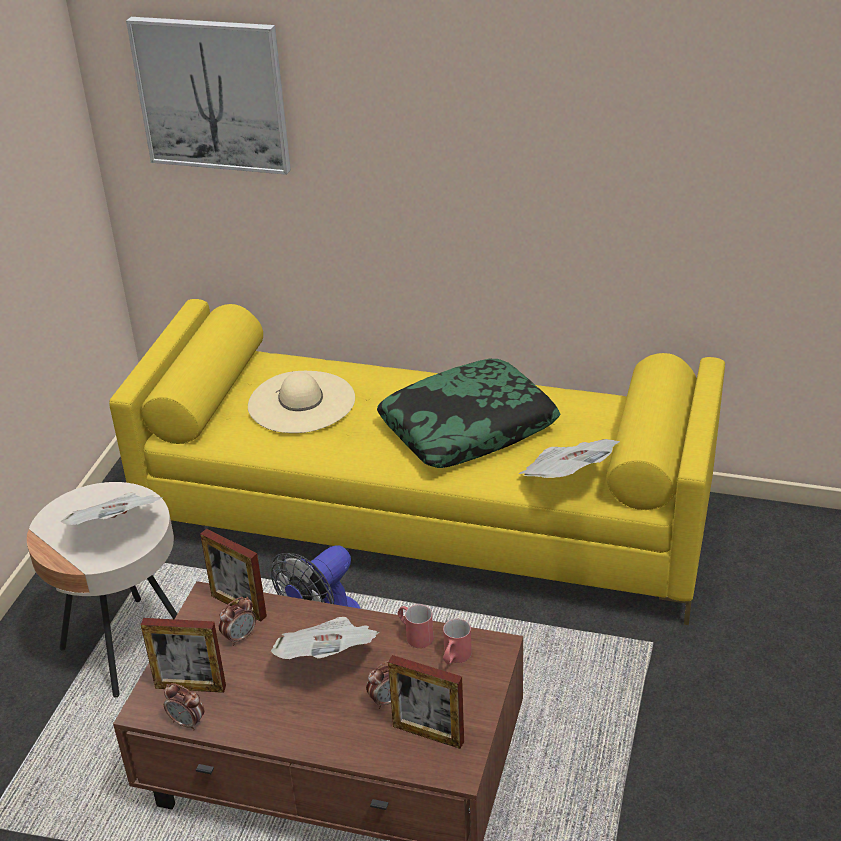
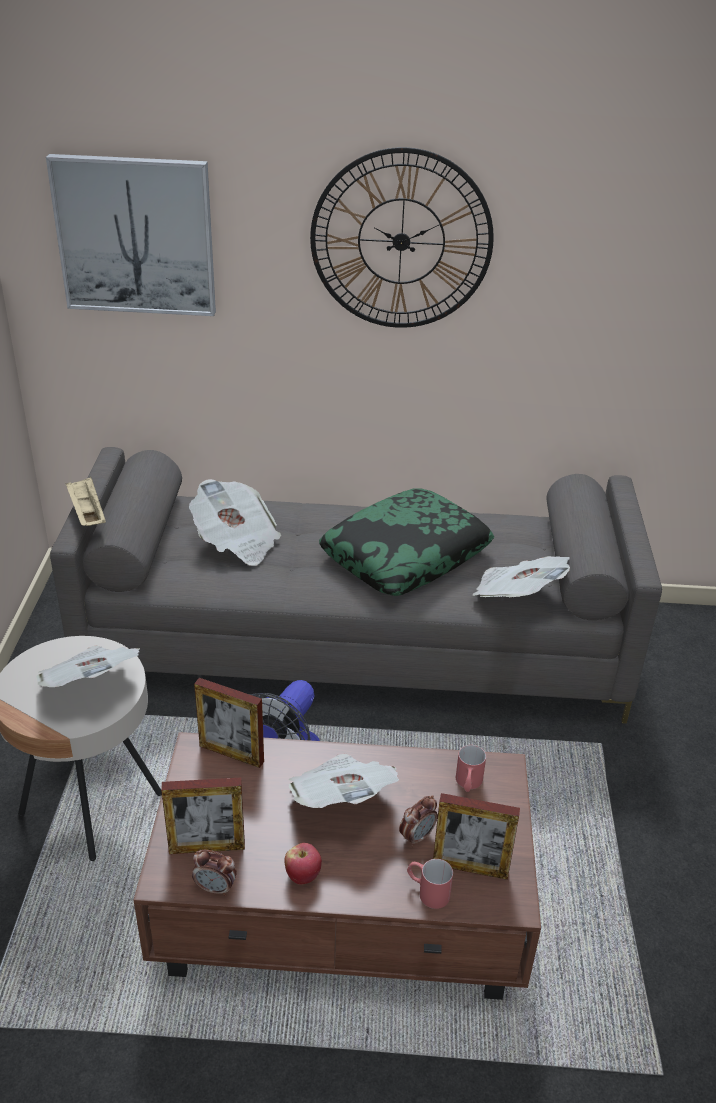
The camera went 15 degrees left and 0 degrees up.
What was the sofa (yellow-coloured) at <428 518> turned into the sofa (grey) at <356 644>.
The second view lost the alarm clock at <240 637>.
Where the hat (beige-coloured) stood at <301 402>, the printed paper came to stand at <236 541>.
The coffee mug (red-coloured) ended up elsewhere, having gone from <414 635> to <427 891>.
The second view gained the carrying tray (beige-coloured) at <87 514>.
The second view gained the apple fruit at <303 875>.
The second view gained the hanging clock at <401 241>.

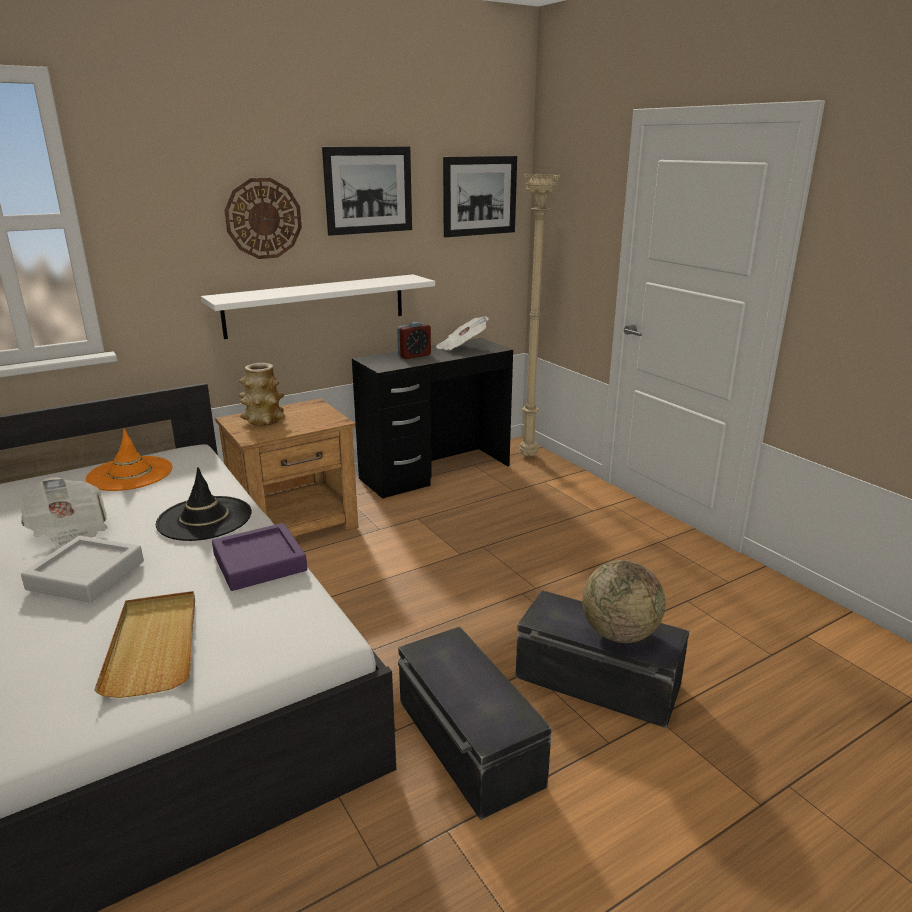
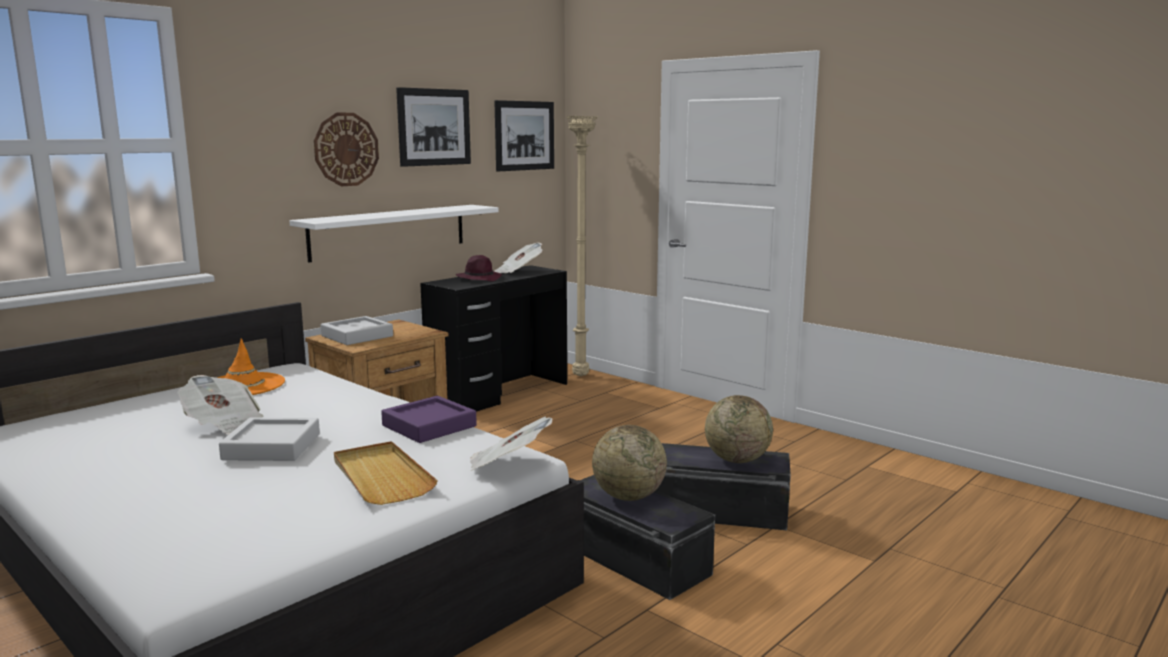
The camera went 15 degrees left and 10 degrees down.
The second view lost the hat (blackish) at <204 519>.
Where the flower vase stood at <263 421>, the carrying tray (grey) came to stand at <357 336>.
Where the alarm clock stood at <414 355>, the hat (purple) came to stand at <479 278>.
The second view gained the printed paper at <508 465>.
The second view gained the world globe at <628 496>.

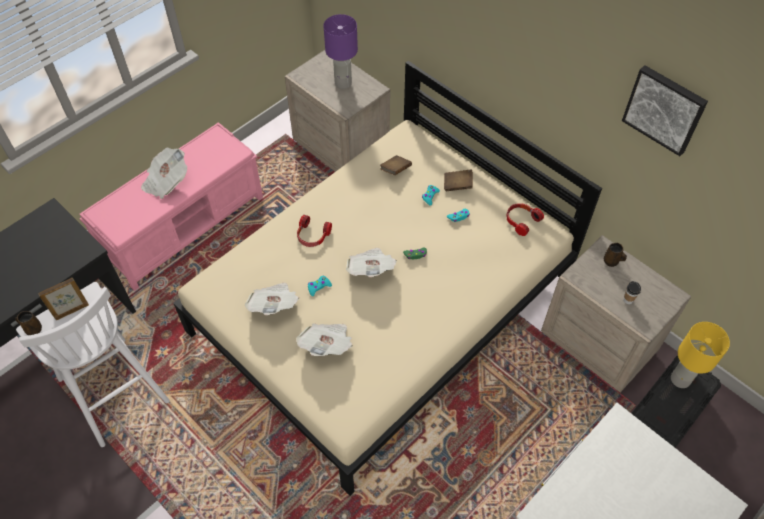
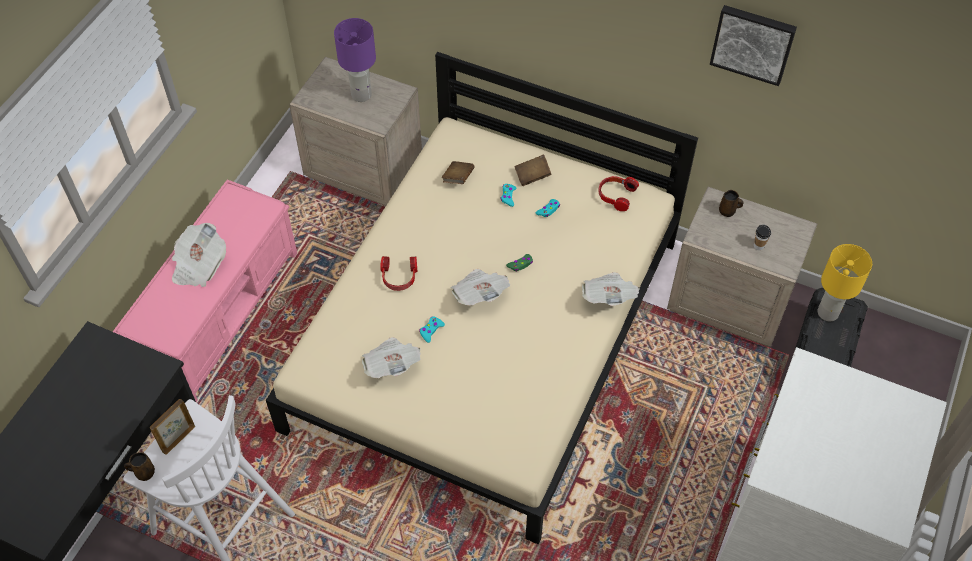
The camera went 20 degrees left and 0 degrees up.
The printed paper ended up elsewhere, having gone from <327 345> to <608 297>.

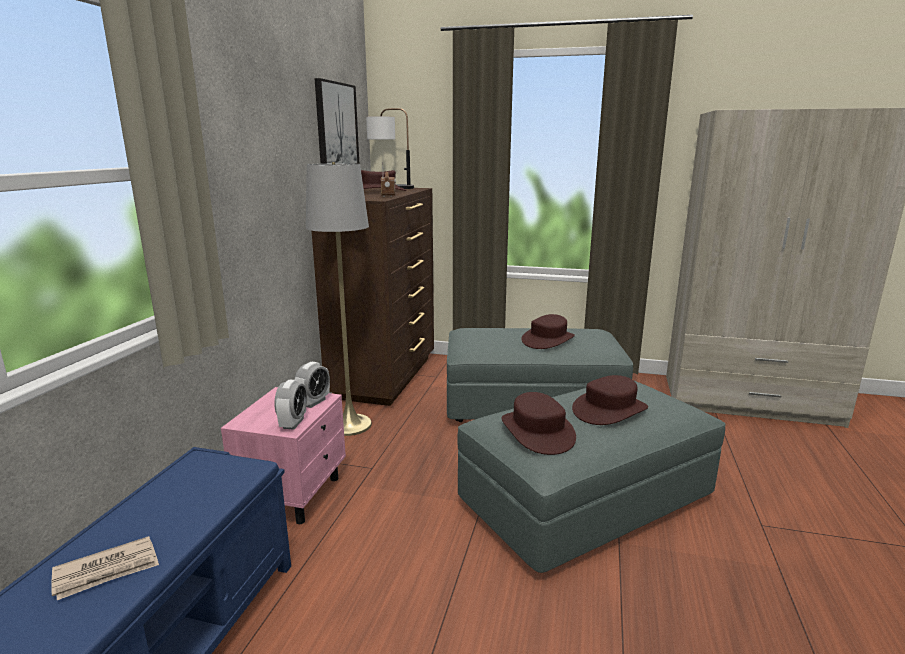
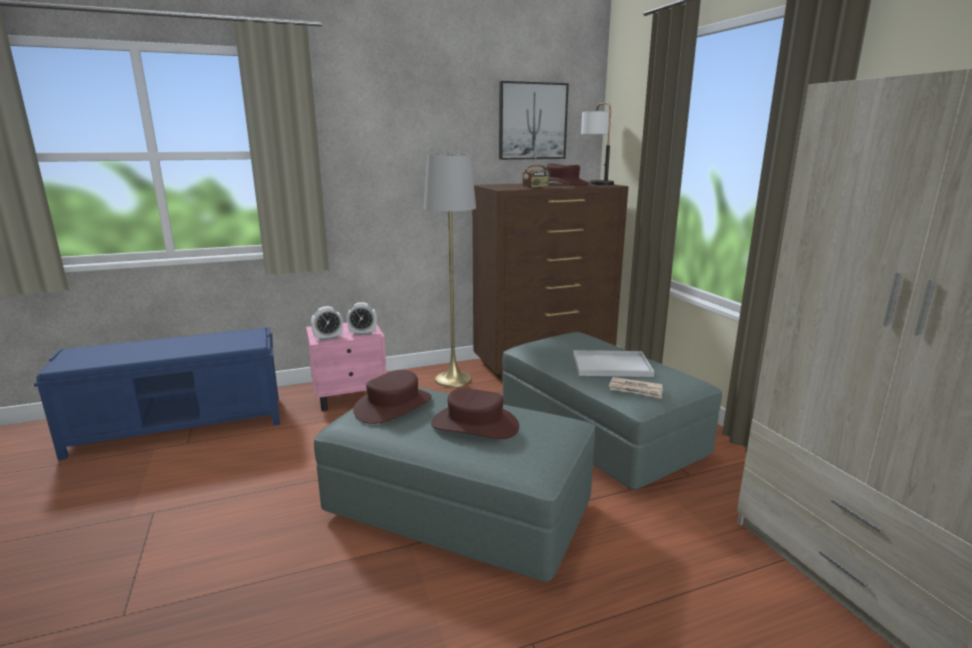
The camera went 55 degrees right and 0 degrees up.
The printed paper ended up elsewhere, having gone from <107 571> to <636 390>.
Where the hat (brown) stood at <548 340>, the carrying tray (white) came to stand at <610 365>.

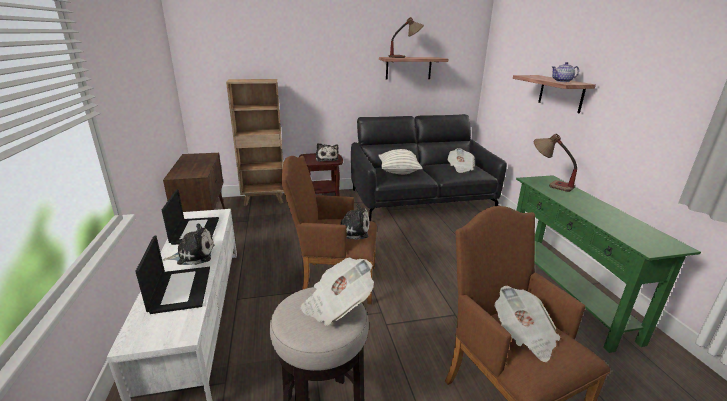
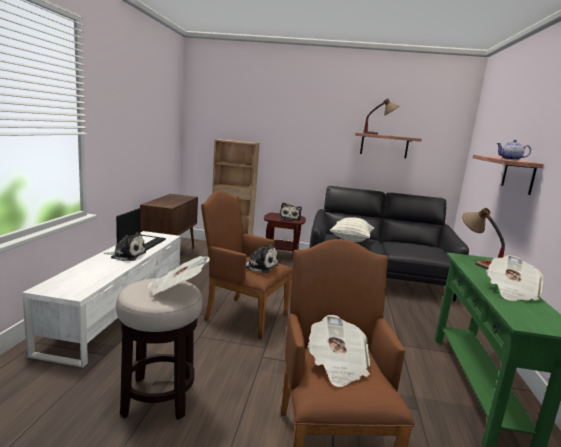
The camera went 20 degrees right and 10 degrees down.
The second view lost the notebook computer at <180 289>.
The printed paper ended up elsewhere, having gone from <460 168> to <511 292>.

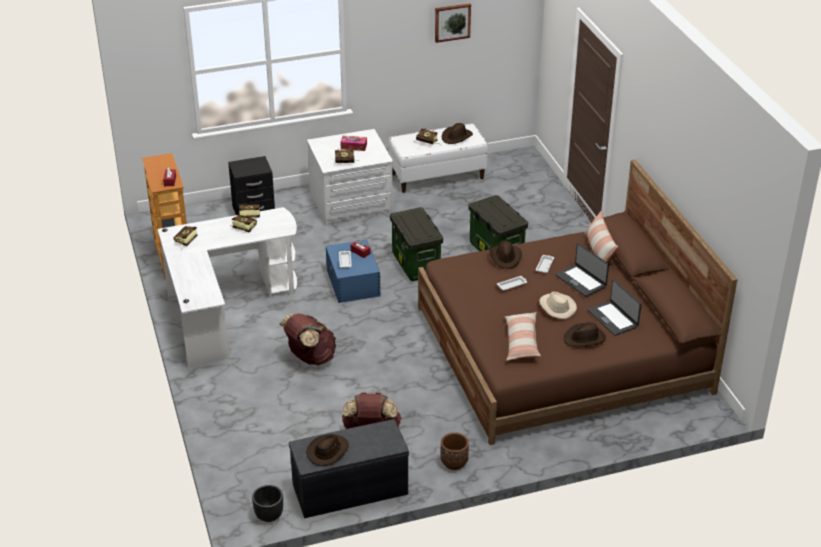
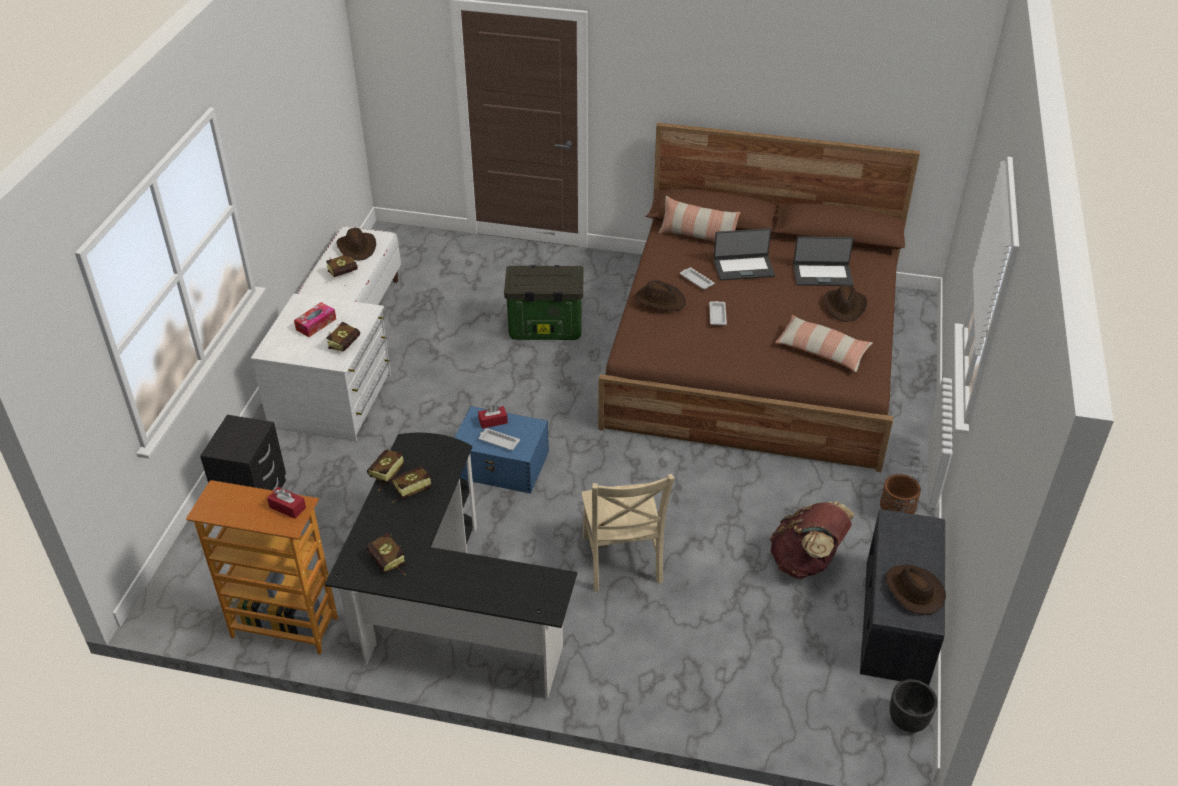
The camera went 60 degrees left and 5 degrees up.
What was the desk (white) at <222 307> turned into the desk (blackish) at <443 611>.
Where the backpack (brown) stood at <310 357>, the upright chair (beige-coloured) came to stand at <621 562>.
The second view lost the storage container at <416 265>.
The second view lost the wall picture at <452 22>.
The second view lost the hat (beige-coloured) at <557 307>.

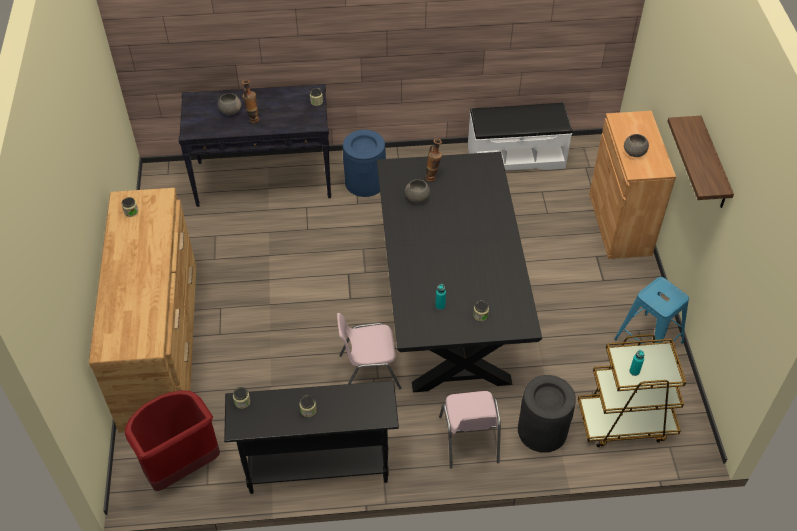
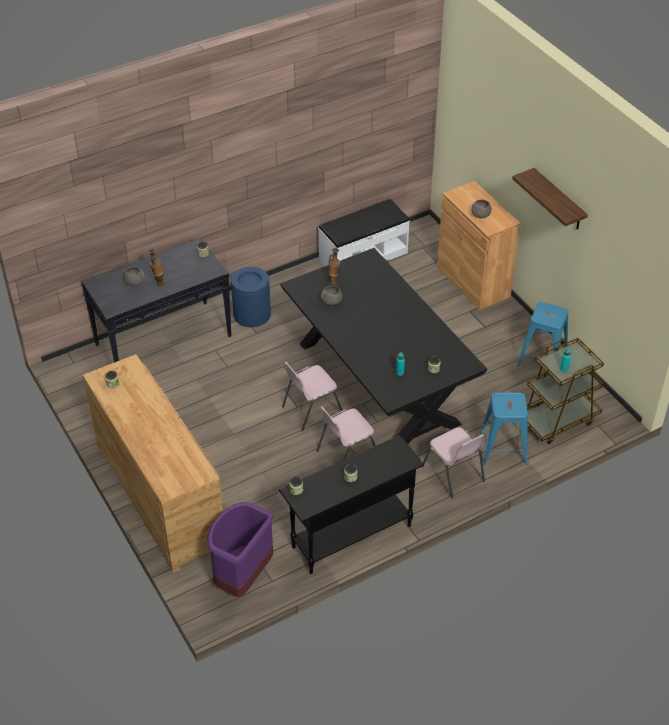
The camera went 25 degrees left and 5 degrees down.
What was the rubbish bin (red-coloured) at <181 466> turned into the rubbish bin (purple) at <242 576>.
Where the rubbish bin (blackish) stood at <542 431>, the stool seat (blue) came to stand at <503 448>.
The second view gained the upright chair (pinkish) at <311 409>.

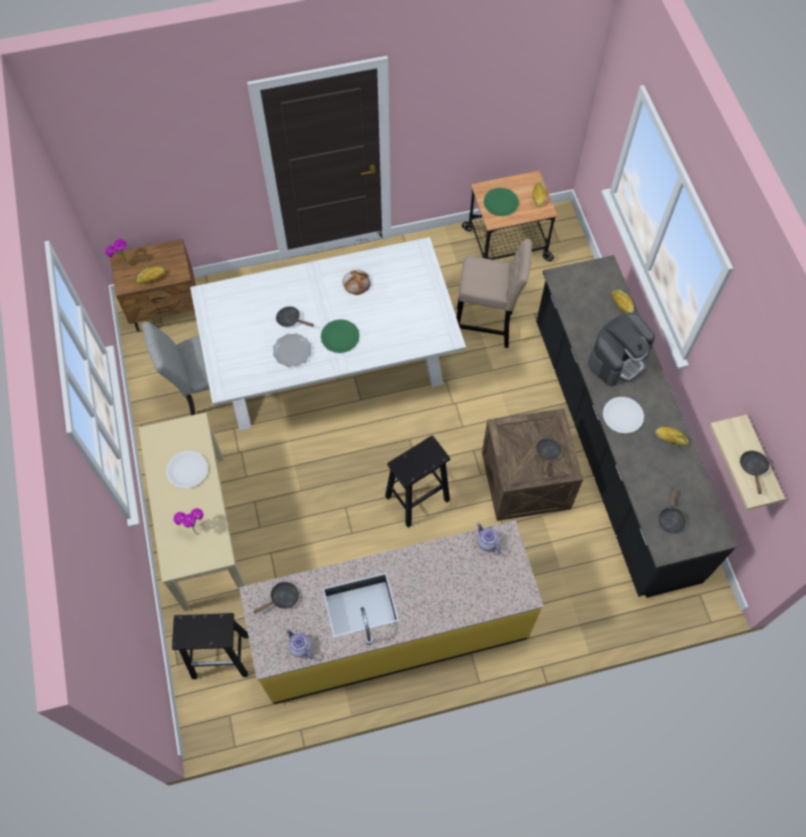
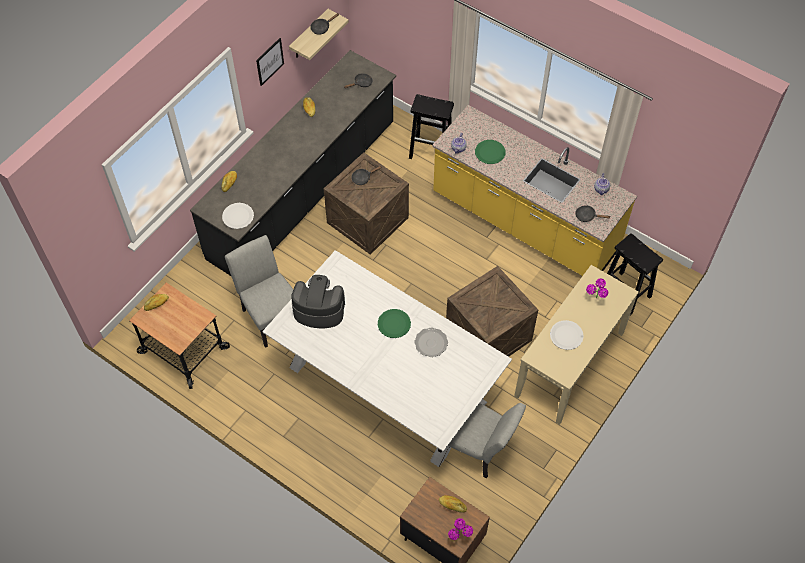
The camera went 130 degrees left and 5 degrees down.
The second view lost the skillet (blackish) at <291 320>.
The second view lost the bread at <356 283>.
The stool seat (blackish) ended up elsewhere, having gone from <416 499> to <431 151>.
Where the stool seat (beige-coloured) stood at <486 327>, the upright chair (grey) came to stand at <270 314>.
The dinner plate (green-coloured) ended up elsewhere, having gone from <501 203> to <490 152>.
The coffee machine ended up elsewhere, having gone from <618 359> to <318 310>.
The dinner plate (white) ended up elsewhere, having gone from <623 415> to <238 216>.
The second view gained the wall picture at <270 61>.
The second view gained the packing crate at <488 333>.

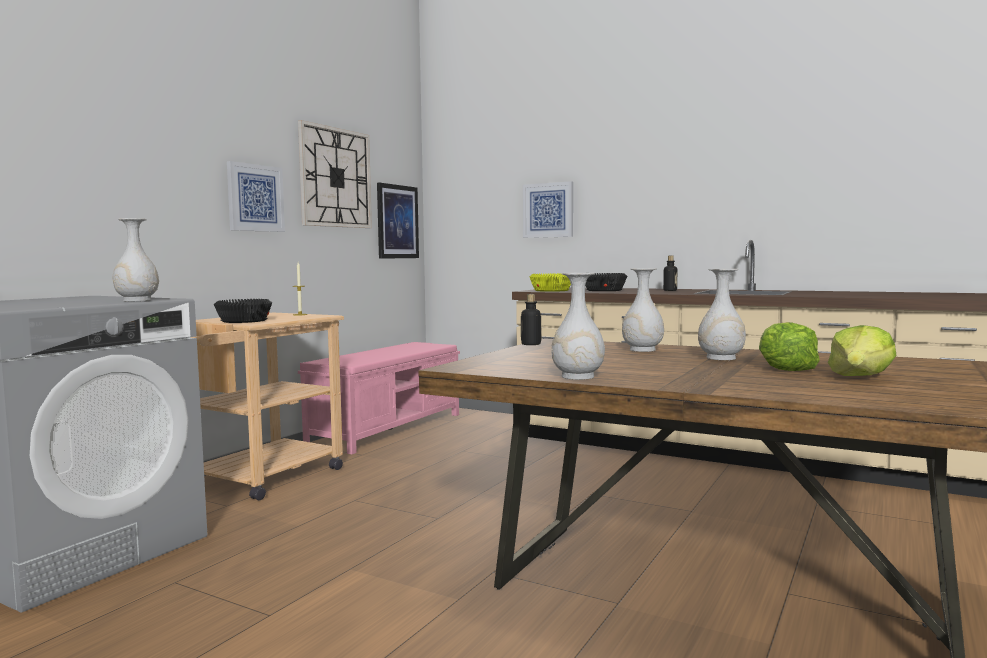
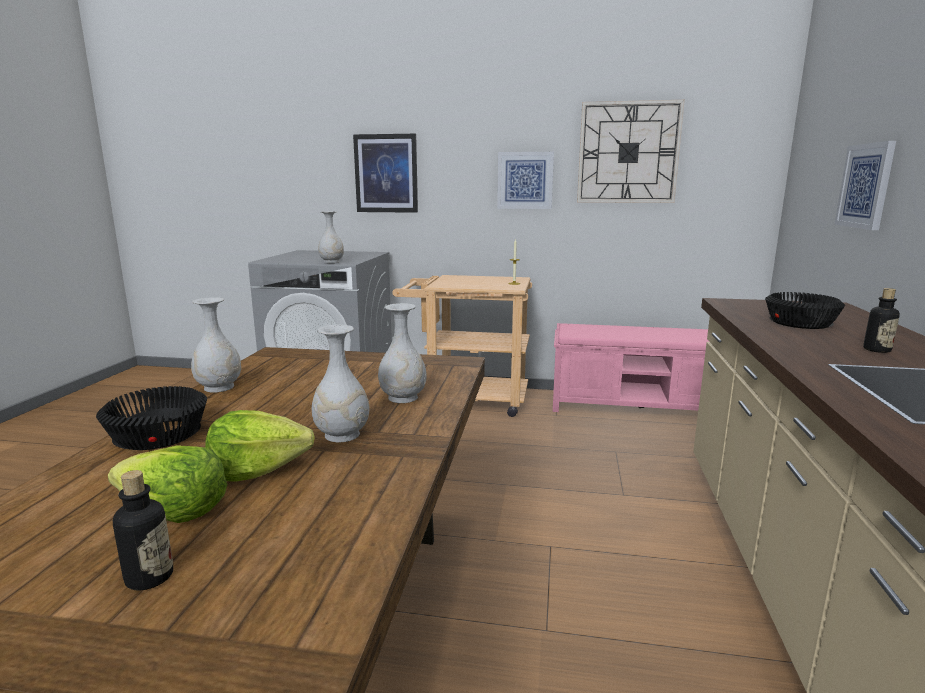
The camera went 70 degrees right and 10 degrees up.
The bowl (blackish) ended up elsewhere, having gone from <245 321> to <157 435>.
The wall picture ended up elsewhere, having gone from <397 222> to <386 173>.
The beverage bottle ended up elsewhere, having gone from <531 344> to <149 577>.
The second view lost the bowl (yellow-coloured) at <550 290>.

